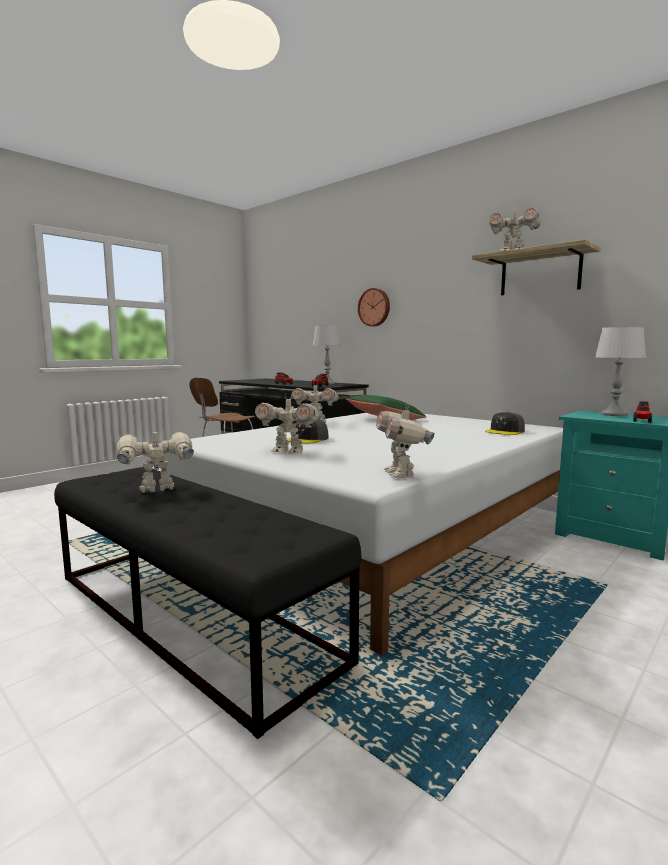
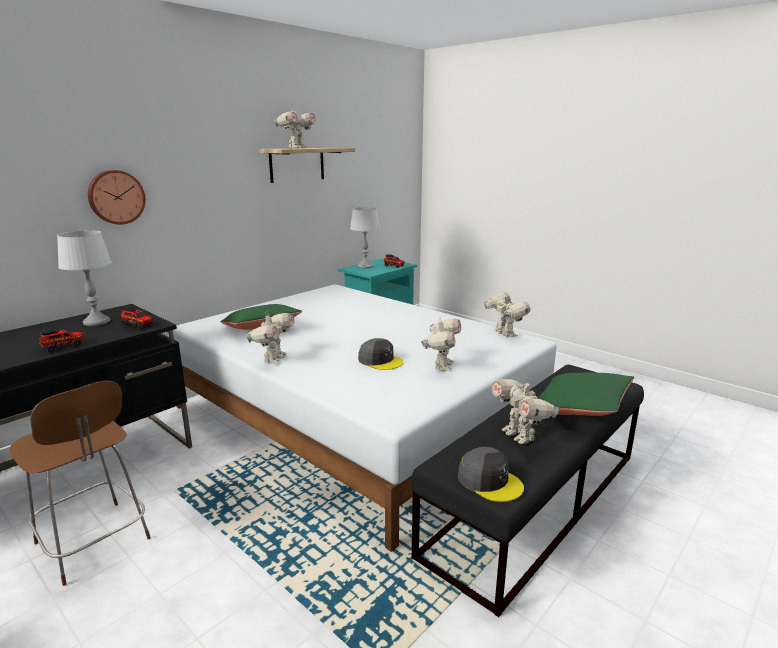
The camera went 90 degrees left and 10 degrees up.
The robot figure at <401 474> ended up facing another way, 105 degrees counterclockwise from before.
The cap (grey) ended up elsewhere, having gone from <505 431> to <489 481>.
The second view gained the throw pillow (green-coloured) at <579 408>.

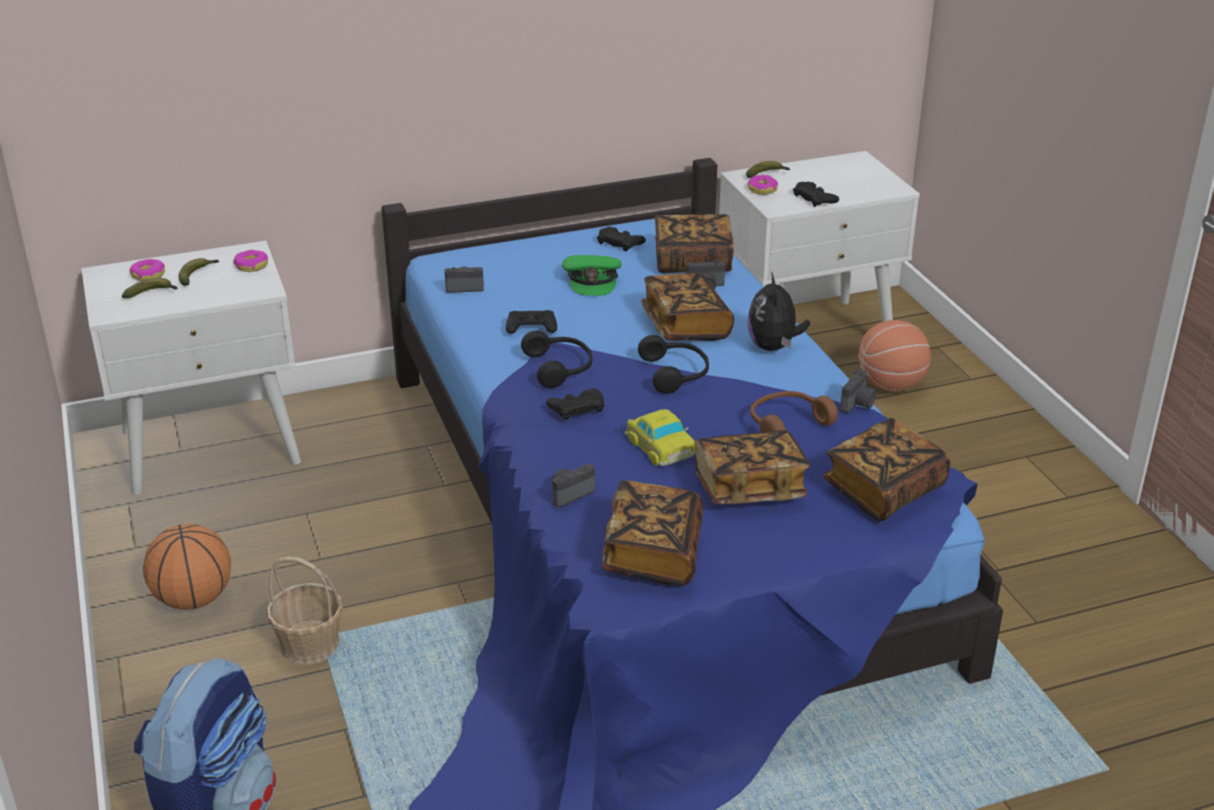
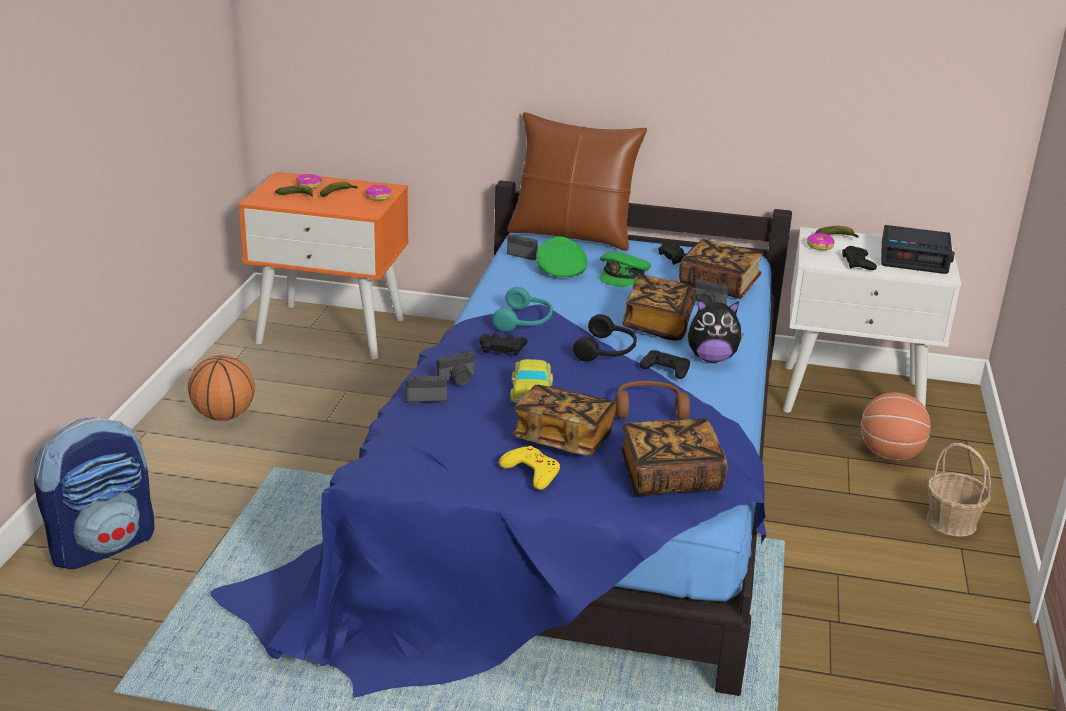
The camera went 30 degrees right and 5 degrees down.
What was the bedside table (white) at <212 446> turned into the bedside table (orange-coloured) at <332 330>.
The storage basket ended up elsewhere, having gone from <310 644> to <951 522>.
The gamepad (blackish) ended up elsewhere, having gone from <531 327> to <665 369>.
What was the headphones (blackish) at <560 368> turned into the headphones (blue-green) at <525 321>.
The second view lost the book at <653 554>.
The soft toy at <773 347> ended up facing another way, 120 degrees counterclockwise from before.
The photo camera ended up elsewhere, having gone from <858 404> to <458 380>.
The second view gained the gamepad (yellow-coloured) at <531 472>.
The second view gained the throw pillow (brown) at <572 235>.
The second view gained the cap (green-coloured) at <560 270>.
The second view gained the alarm clock at <914 258>.

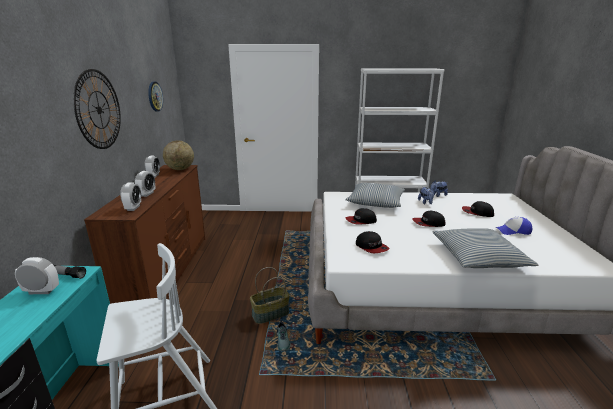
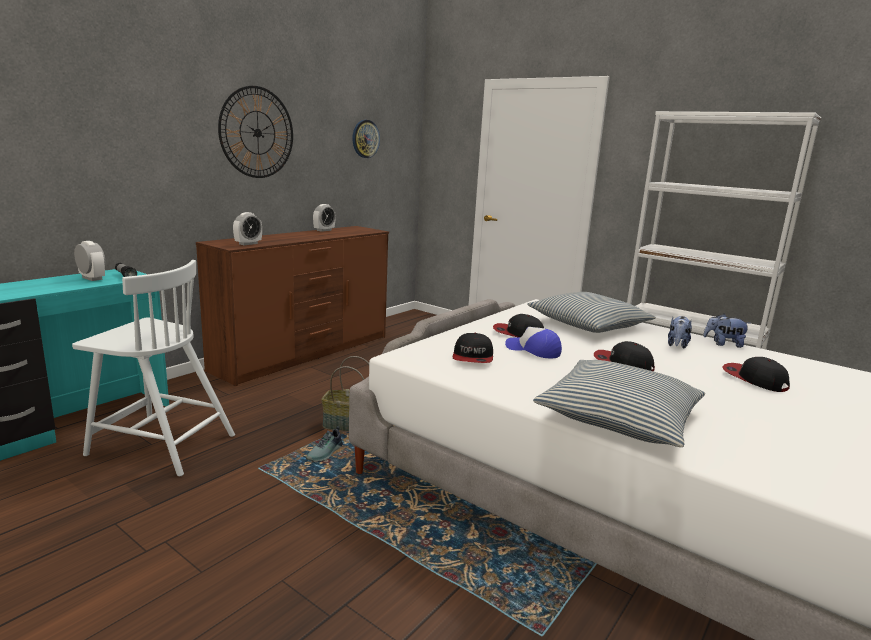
The camera went 35 degrees right and 5 degrees down.
The second view lost the alarm clock at <147 194>.
The second view lost the world globe at <180 169>.
The cap ended up elsewhere, having gone from <513 231> to <533 350>.

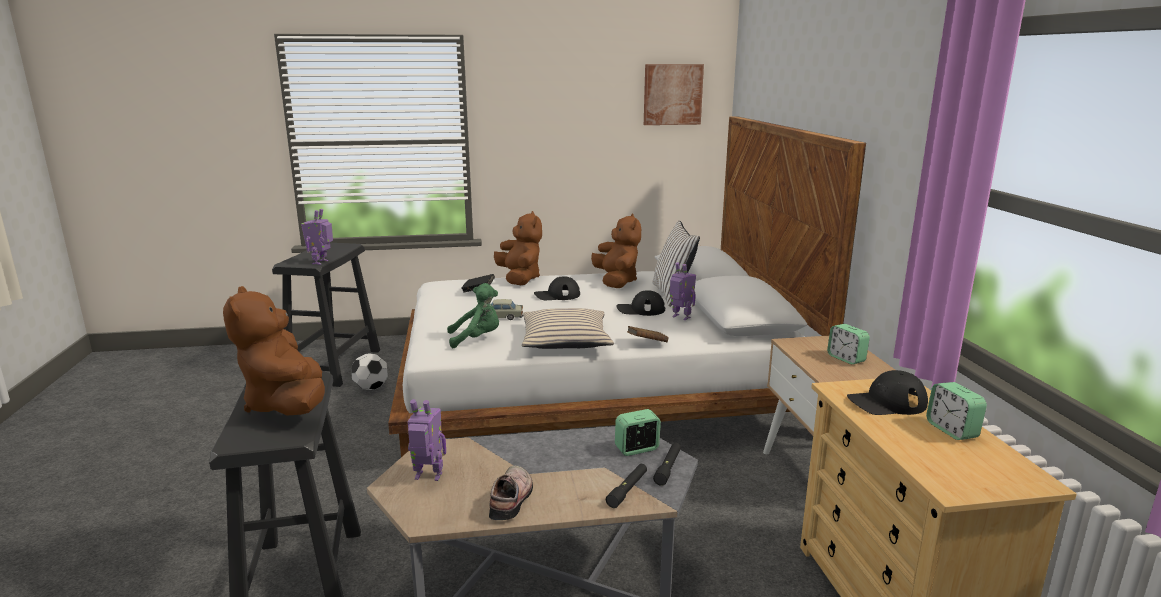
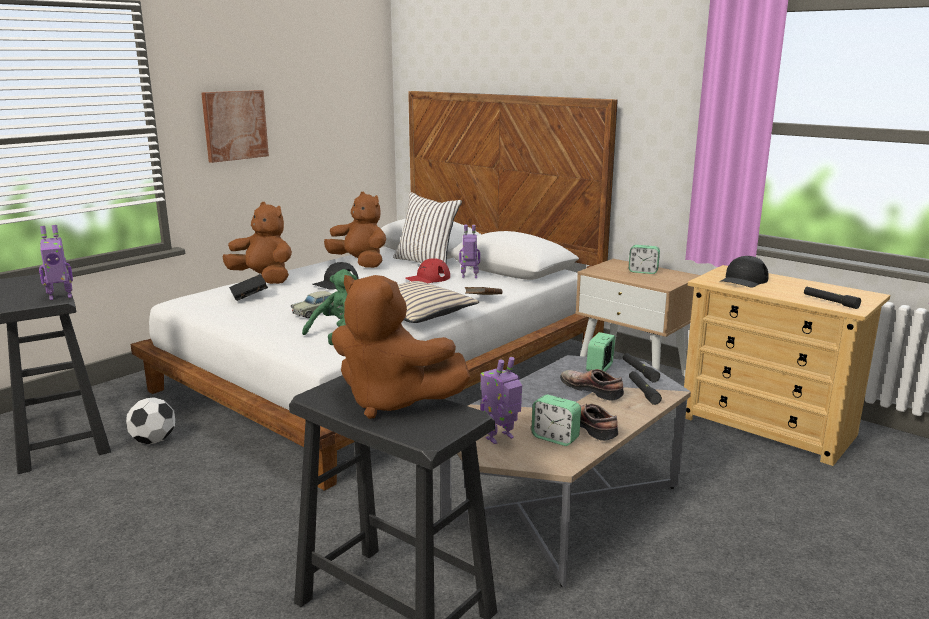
The camera went 40 degrees left and 0 degrees up.
The robot figure at <321 262> ended up facing another way, 90 degrees counterclockwise from before.
What was the cap (blackish) at <640 309> turned into the cap (red-coloured) at <427 278>.
The wall picture ended up elsewhere, having gone from <672 94> to <234 125>.
The alarm clock ended up elsewhere, having gone from <952 430> to <555 438>.
The second view gained the shoe at <592 389>.
The second view gained the torch (blackish) at <830 302>.

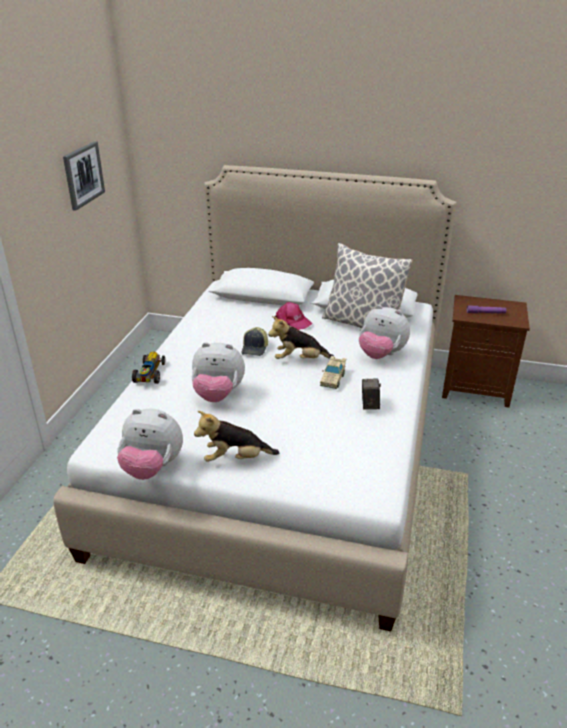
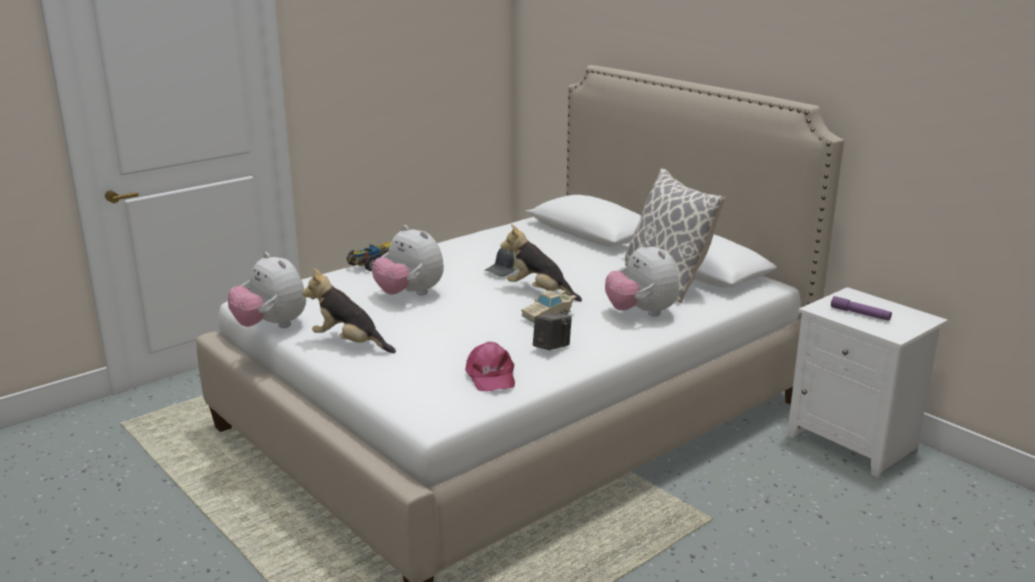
The camera went 35 degrees right and 10 degrees down.
The second view lost the wall picture at <83 175>.
The cap (pinkish) ended up elsewhere, having gone from <292 321> to <490 376>.
What was the bedside table (brown) at <476 388> turned into the bedside table (white) at <855 442>.

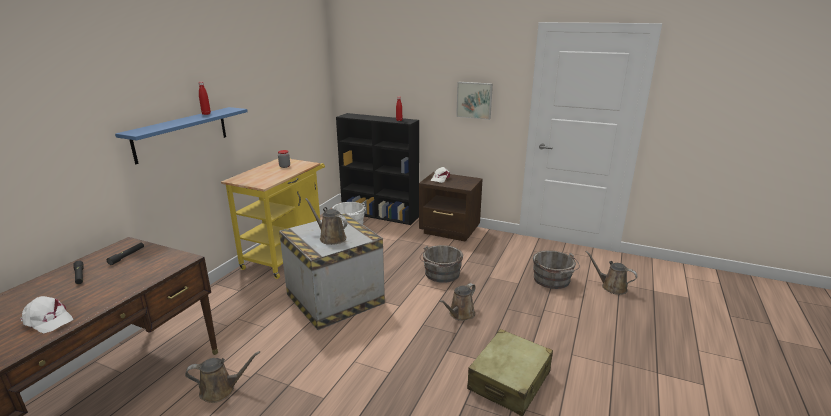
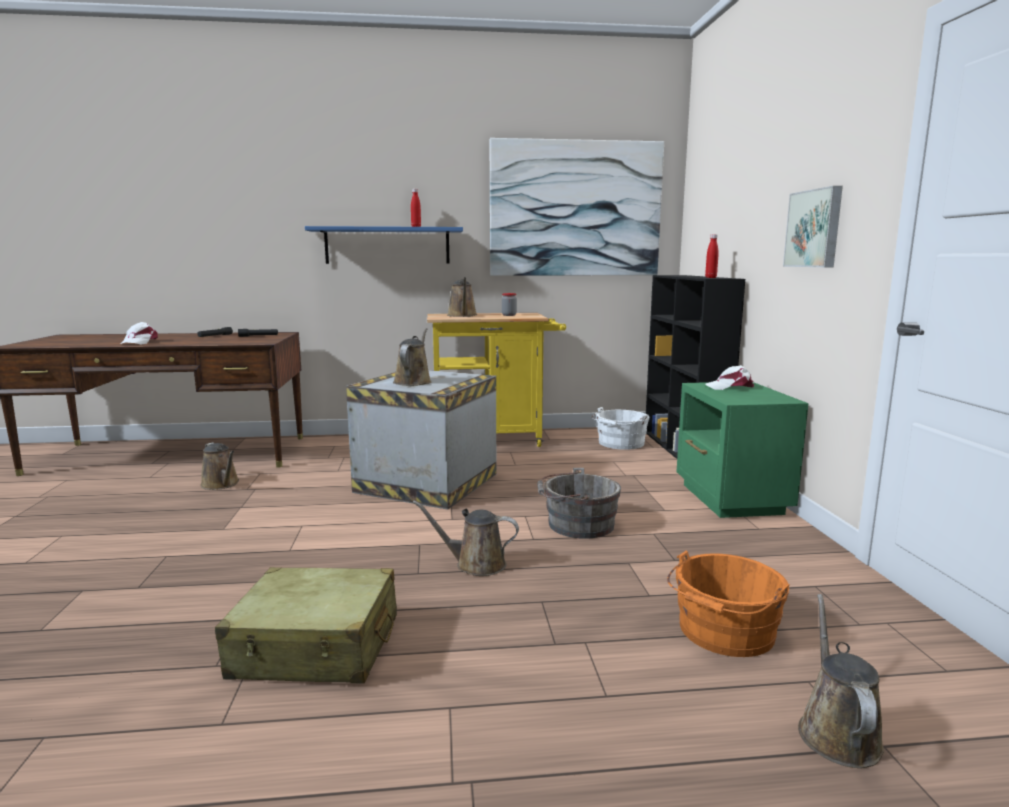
The camera went 60 degrees right and 10 degrees down.
What was the bedside table (brown) at <450 231> turned into the bedside table (green-coloured) at <730 499>.
What was the water bucket (grey) at <553 280> turned into the water bucket (orange-coloured) at <723 632>.
The second view gained the watering pot (brown) at <462 315>.
The second view gained the wall picture at <575 209>.

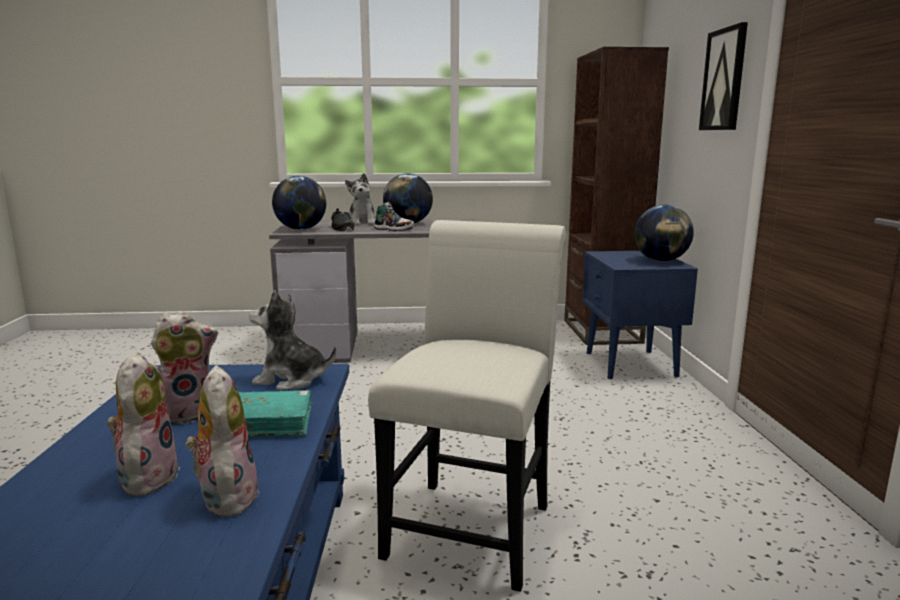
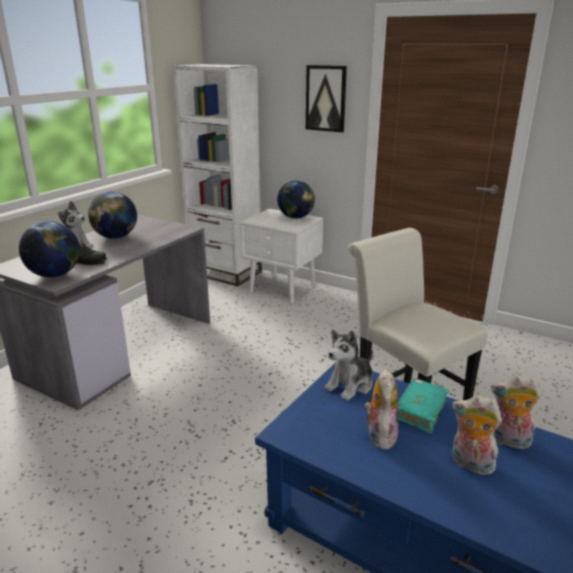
The camera went 55 degrees left and 10 degrees up.
The second view lost the shoe at <394 229>.
What was the bookshelf (brown) at <601 331> turned into the bookshelf (white) at <225 272>.
What was the bedside table (blue) at <630 364> turned into the bedside table (white) at <283 289>.

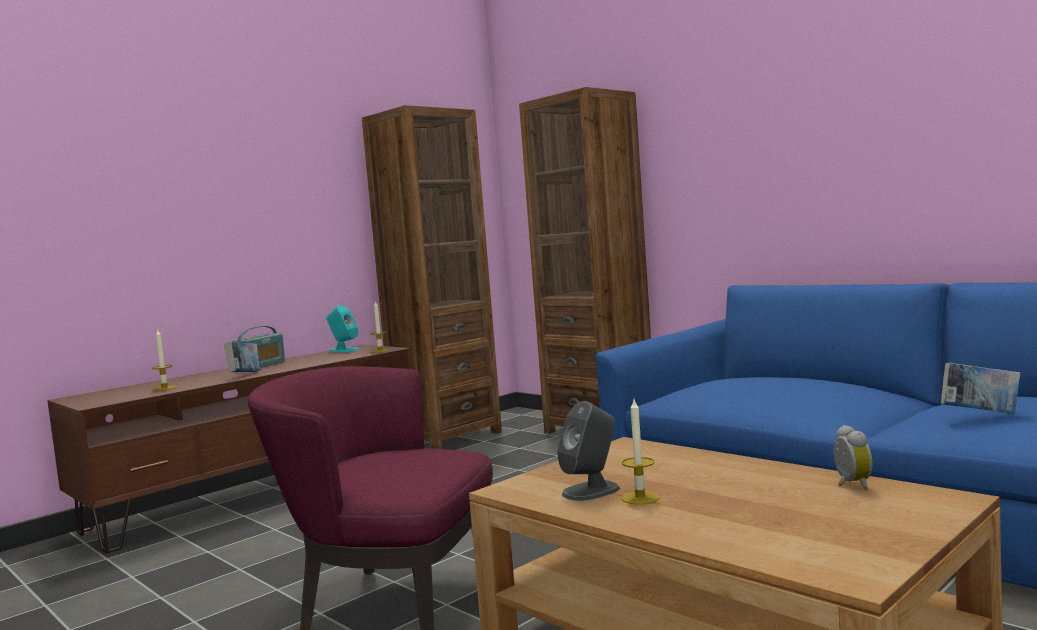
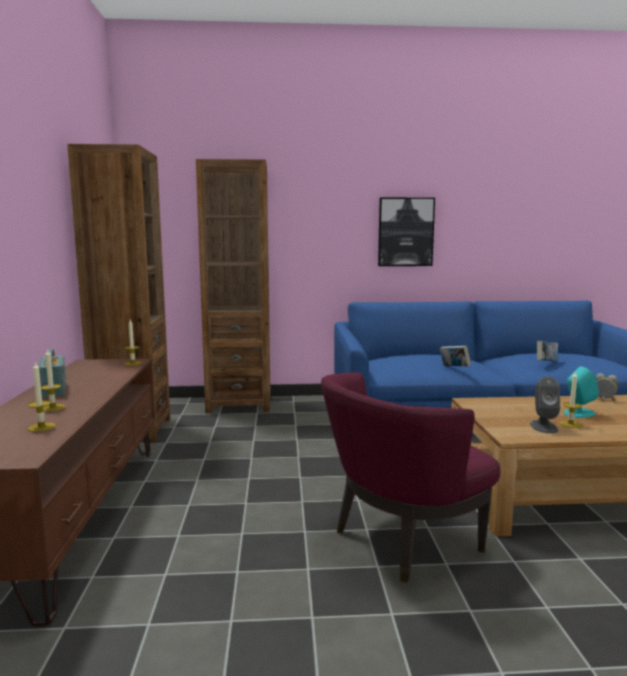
The camera went 50 degrees left and 5 degrees up.
The book ended up elsewhere, having gone from <245 375> to <454 368>.
The loudspeaker (blue-green) ended up elsewhere, having gone from <344 350> to <579 413>.
The second view gained the wax candle at <52 408>.
The second view gained the wall picture at <405 232>.

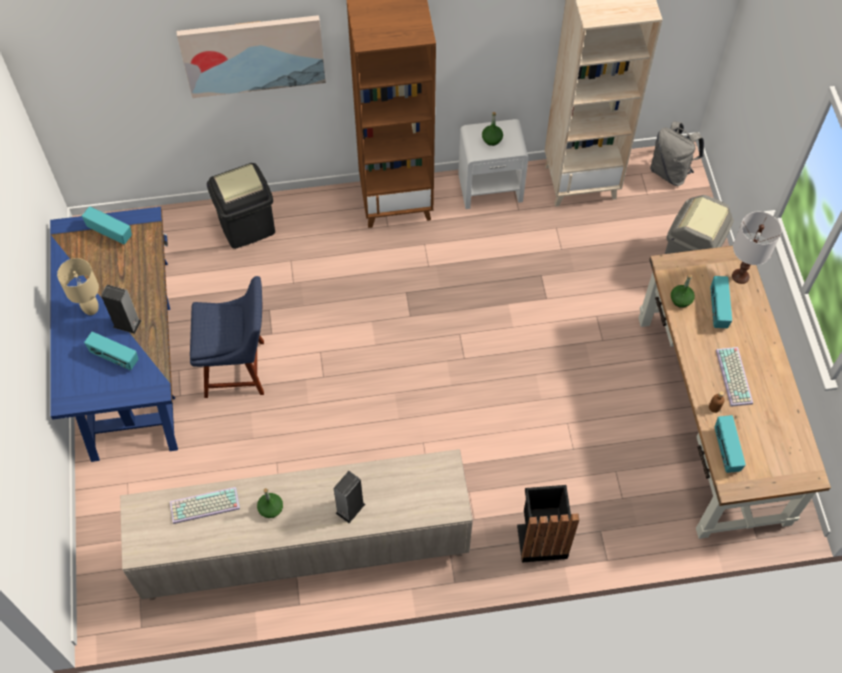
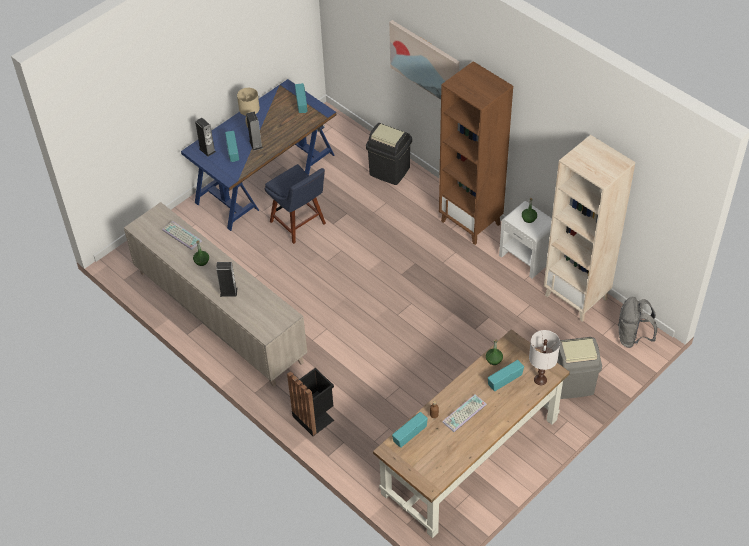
The camera went 55 degrees right and 10 degrees down.
The second view gained the loudspeaker at <207 150>.

